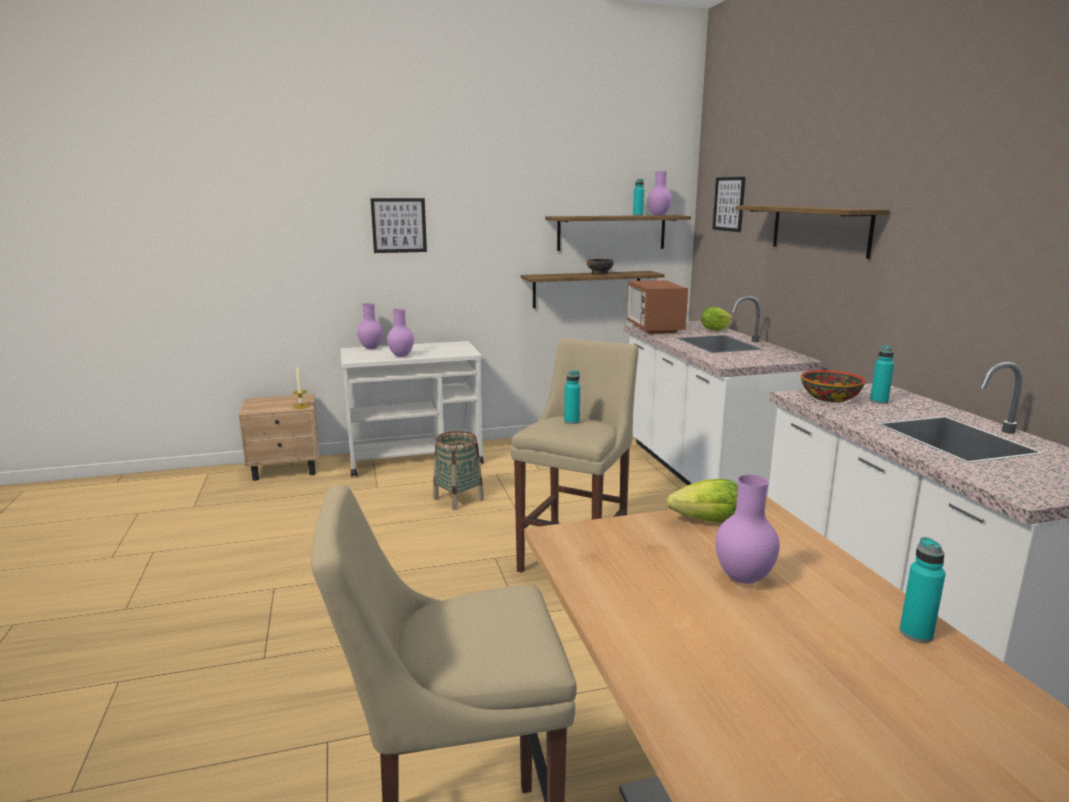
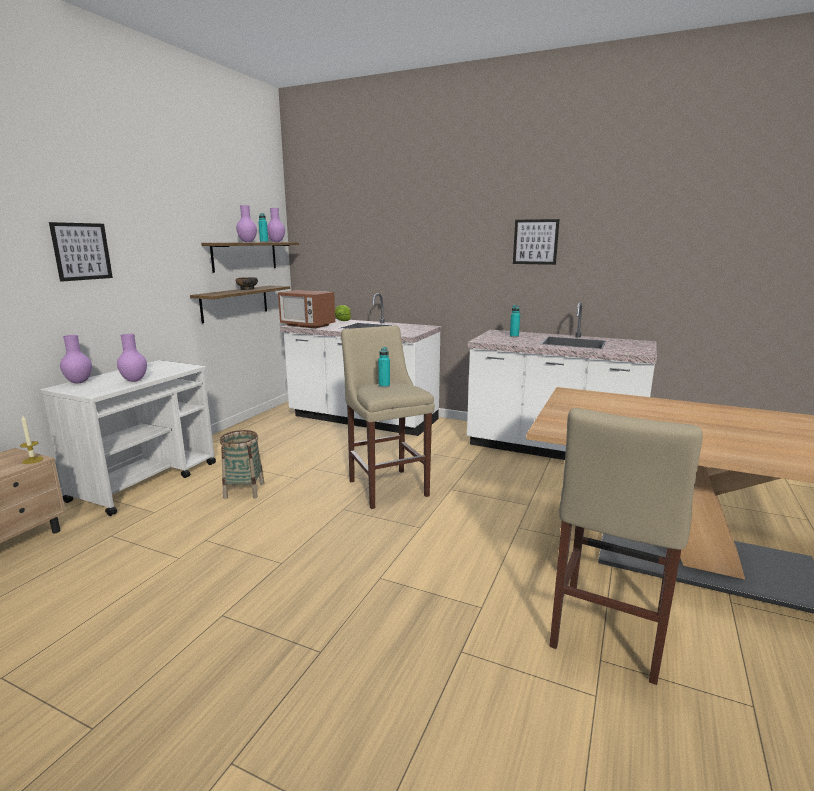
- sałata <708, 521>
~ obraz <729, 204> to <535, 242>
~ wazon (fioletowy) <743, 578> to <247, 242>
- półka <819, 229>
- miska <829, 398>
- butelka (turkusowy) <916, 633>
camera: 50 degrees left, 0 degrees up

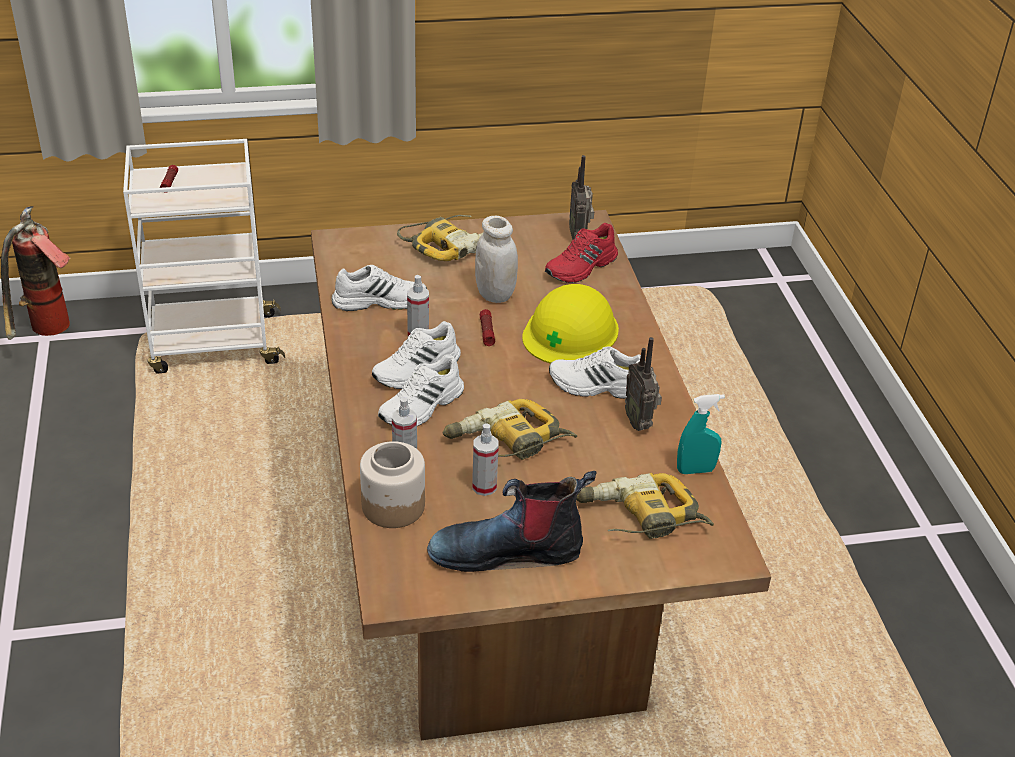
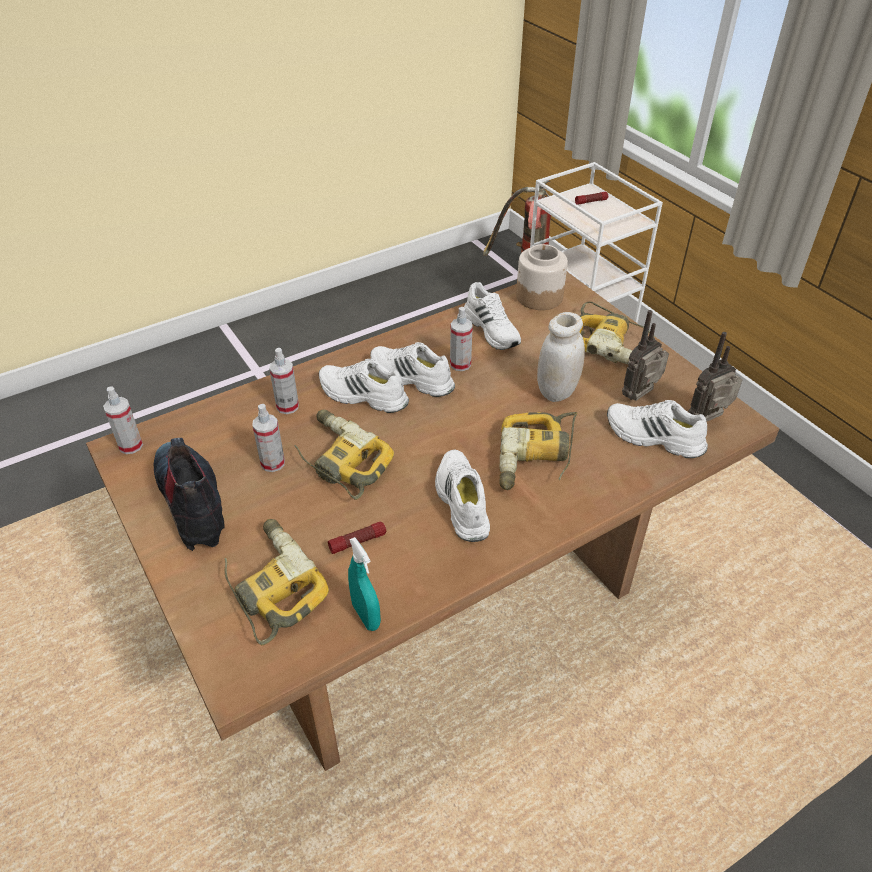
~ słoik <392, 506> to <539, 296>
~ latarka <486, 332> to <357, 542>
~ kask (żółty) <570, 332> to wiertarka <536, 458>
~ but (czerwony) <582, 267> to but (biały) <653, 438>
~ radio <640, 422> to <641, 397>
+ spryskiwacz <131, 445>
camera: 70 degrees right, 5 degrees up

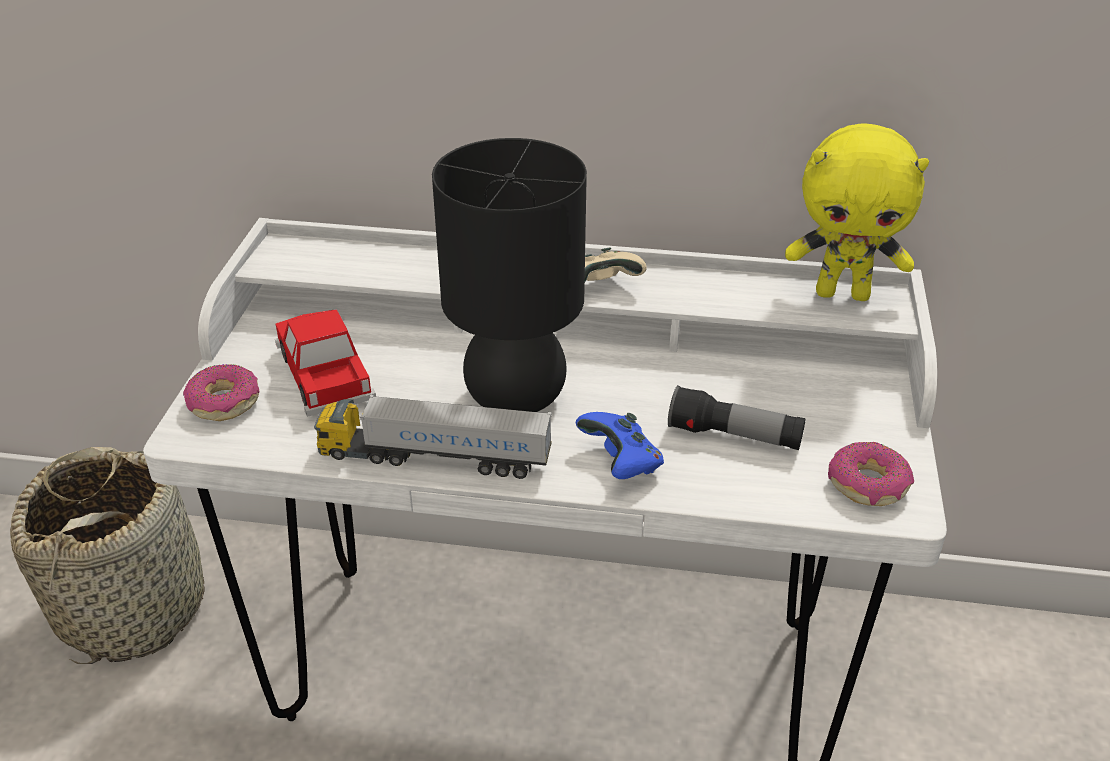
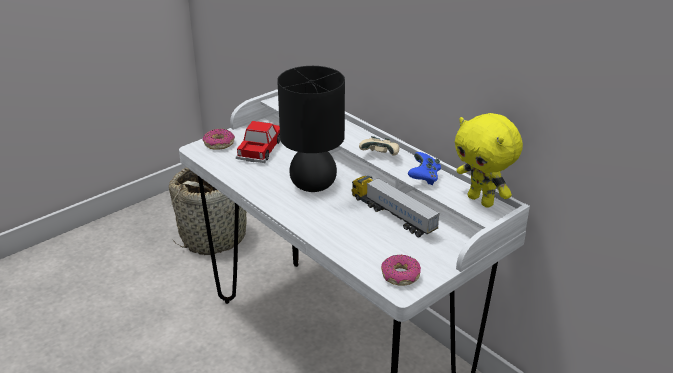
~ ciężarówka zabawkowa <434, 458> to <392, 215>
~ pad do gier (niebieski) <621, 463> to <424, 178>
- latarka <734, 436>
camera: 40 degrees right, 5 degrees down

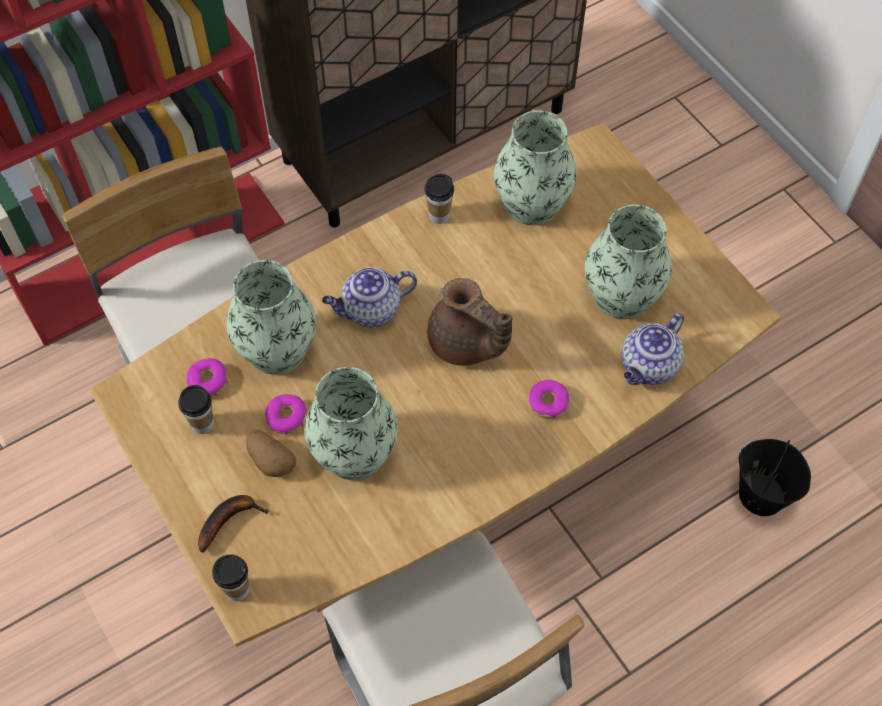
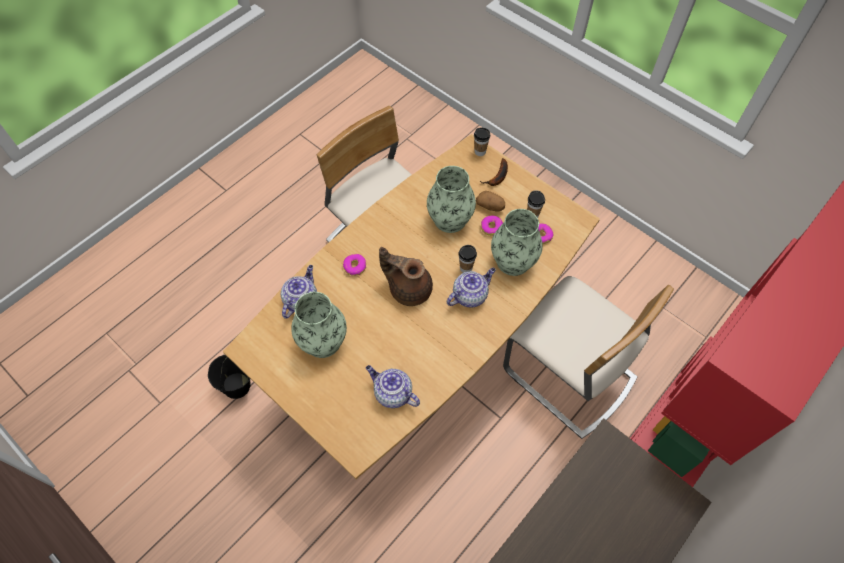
~ filiżanka <439, 215> to <466, 268>
~ wazon <532, 203> to imbryk <392, 393>
camera: 165 degrees right, 0 degrees up

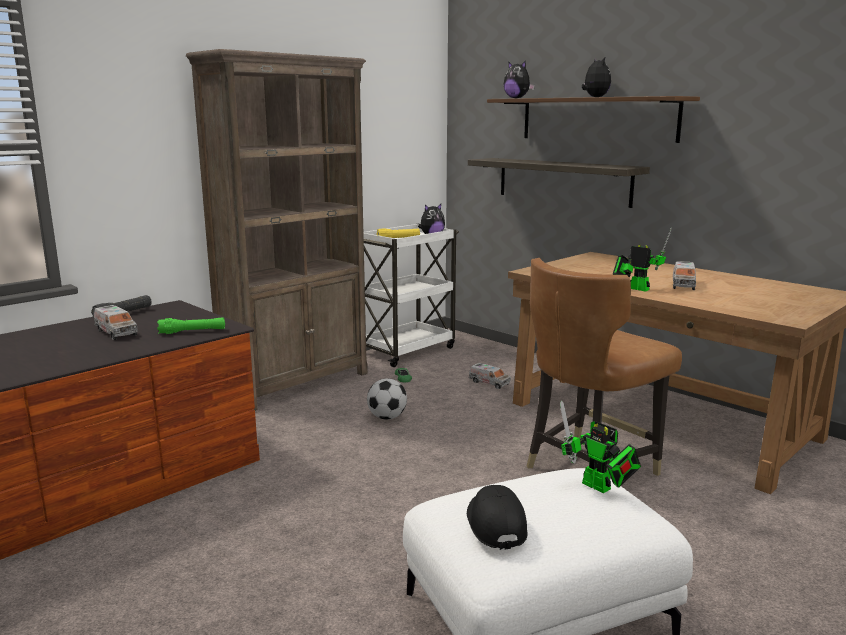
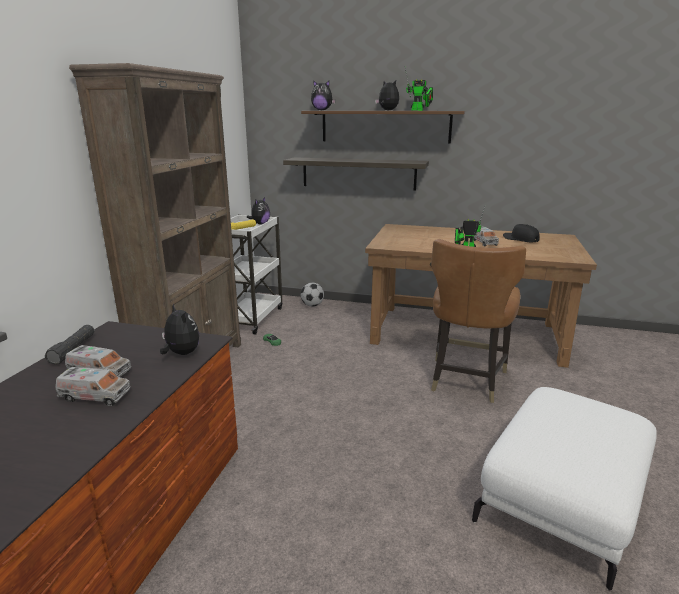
~ latarka (zielony) <192, 331> to pluszak <181, 353>
~ piłka futbolowa <387, 417> to <312, 305>
~ czapka z daszkiem (czarny) <495, 524> to <520, 239>
~ ciężarówka zabawkowa <489, 382> to <95, 396>
~ robot zabawkowy <600, 488> to <419, 110>
camera: 30 degrees left, 5 degrees up

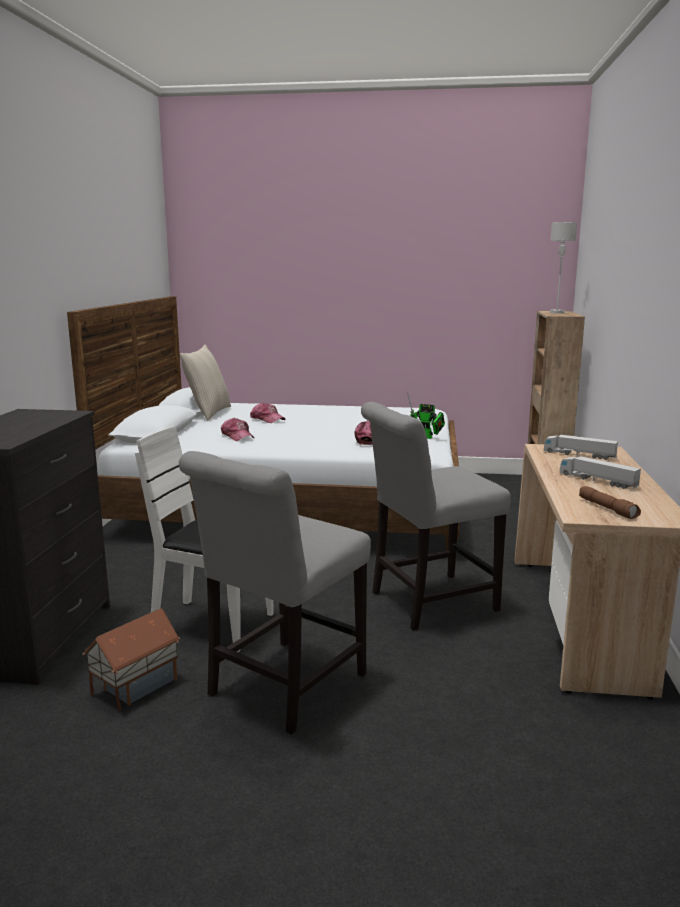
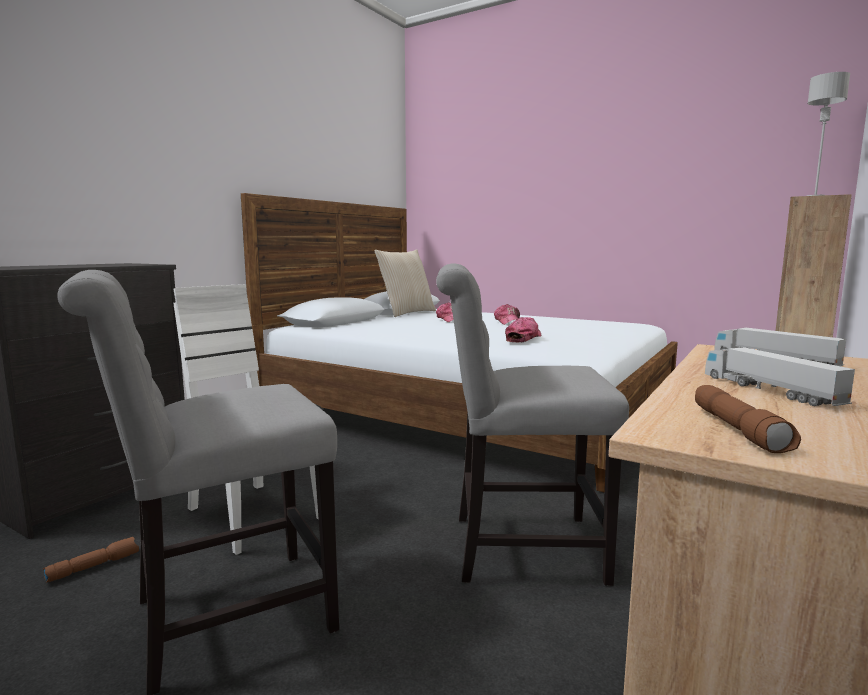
~ domek <134, 686> to latarka (brązowy) <94, 566>
~ czapka z daszkiem <237, 436> to <508, 322>
- robot zabawkowy <427, 437>
camera: 25 degrees right, 5 degrees down

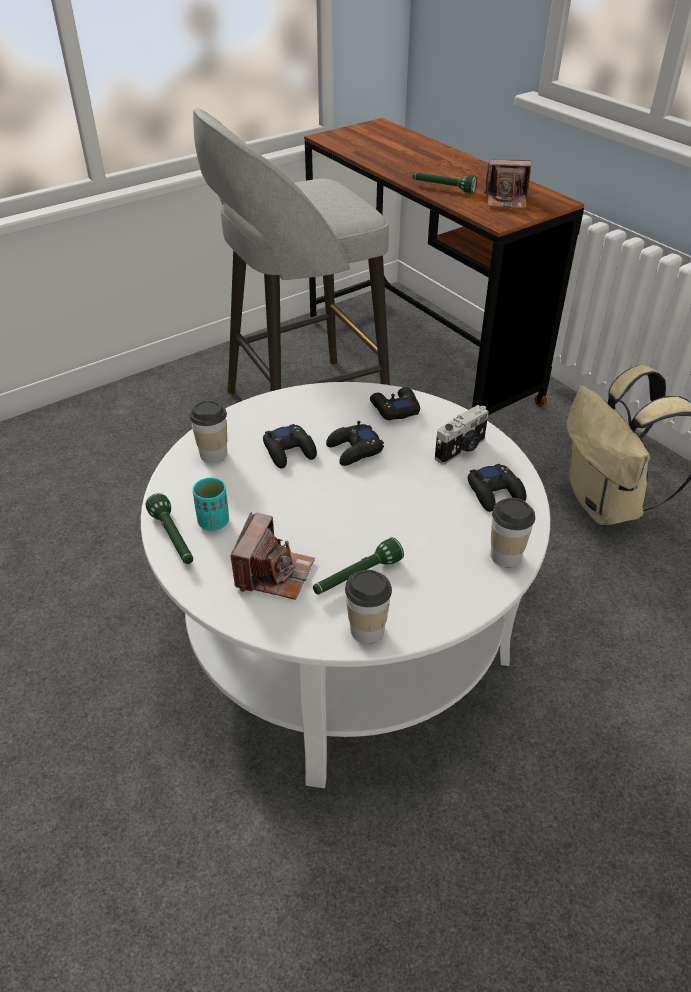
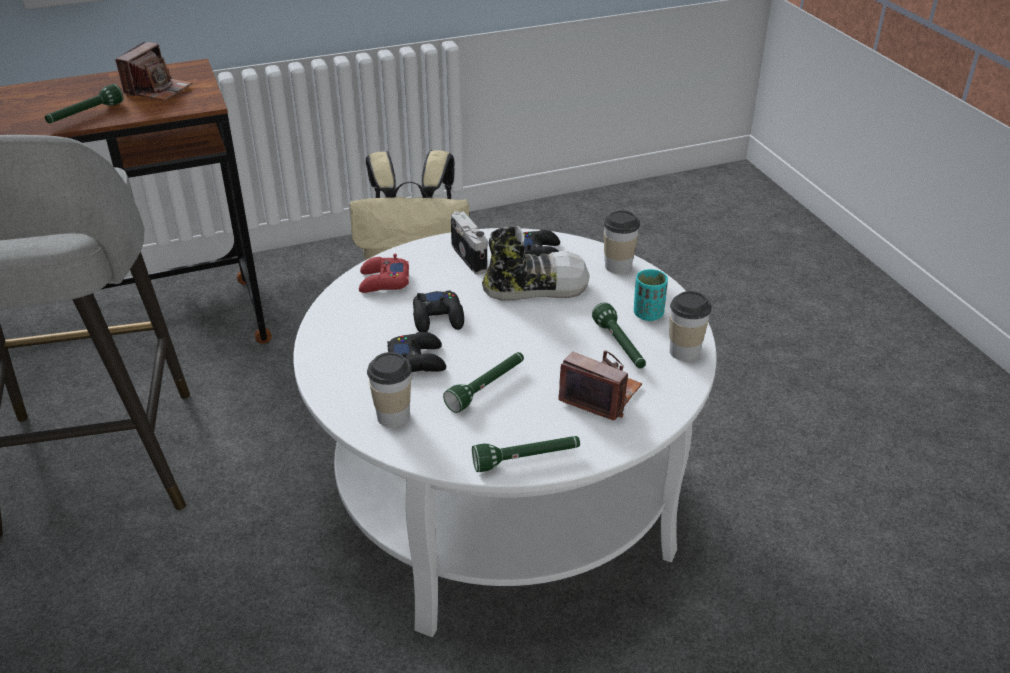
~ filiżanka (turkusowy) <214, 522> to <648, 314>
~ pad do gier (czarny) <394, 409> to pad do gier (czerwony) <383, 281>
+ latarka (zielony) <487, 388>
+ but <535, 287>
camera: 75 degrees left, 5 degrees down

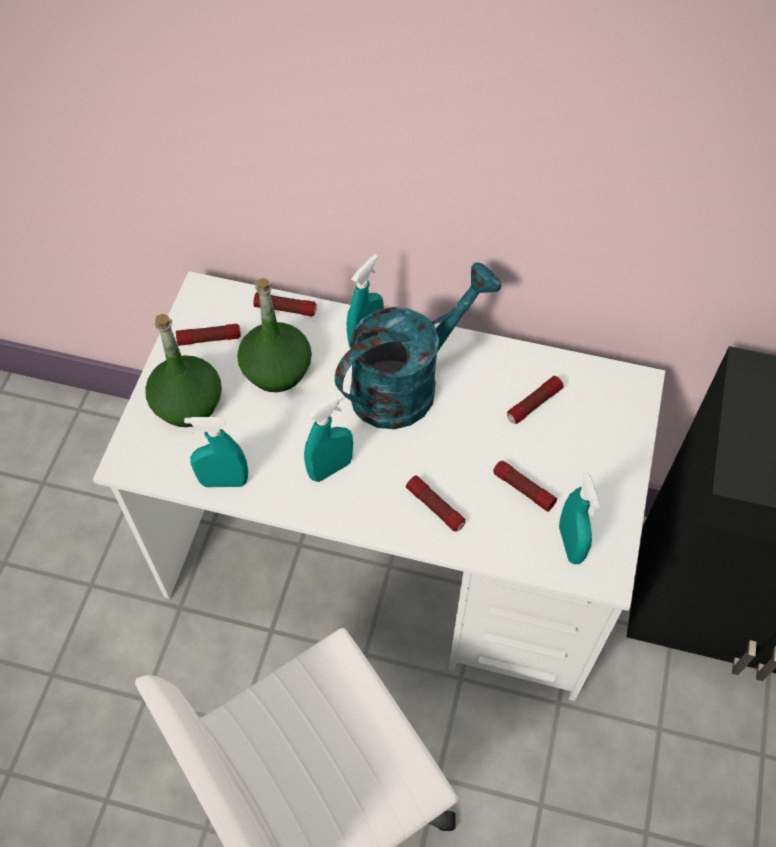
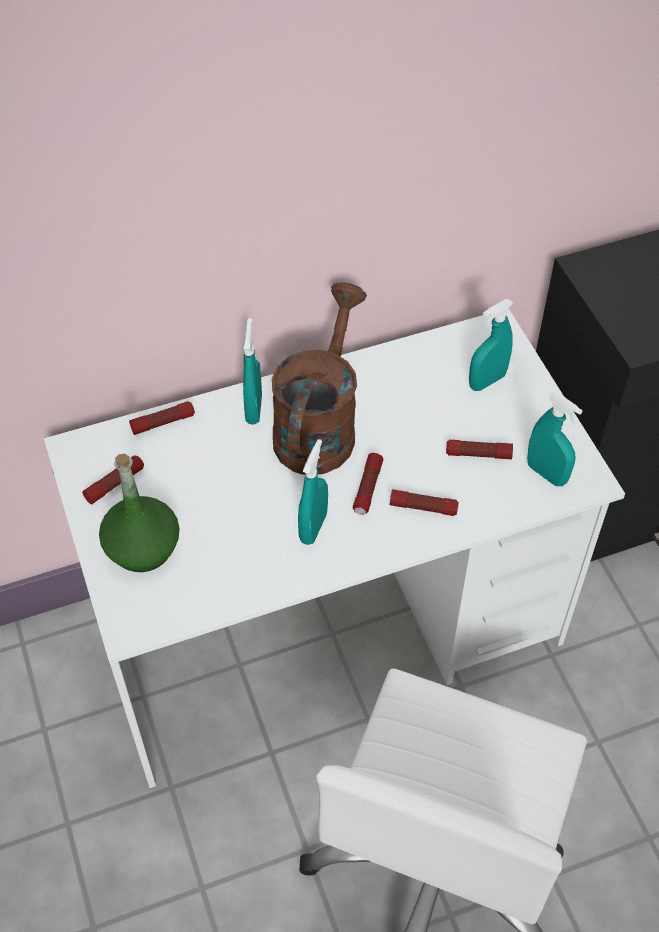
~ spryskiwacz (turkusowy) <224, 481> to <487, 381>
- butelka (zielony) <276, 370>
~ konewka (turkusowy) <407, 383> to konewka (brązowy) <318, 425>
~ latarka <534, 404> to <368, 488>
camera: 35 degrees left, 5 degrees down

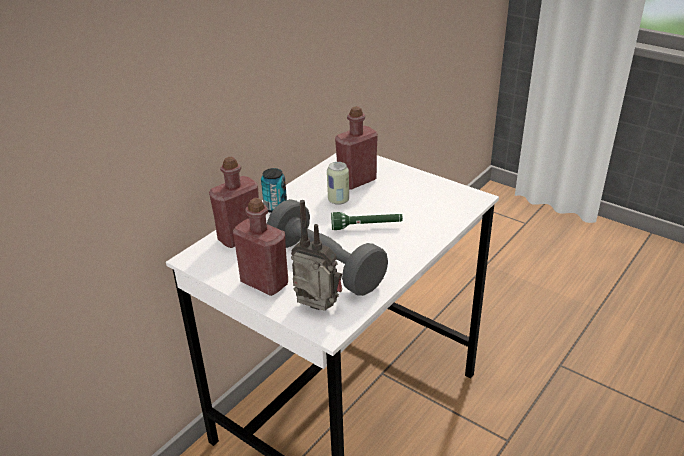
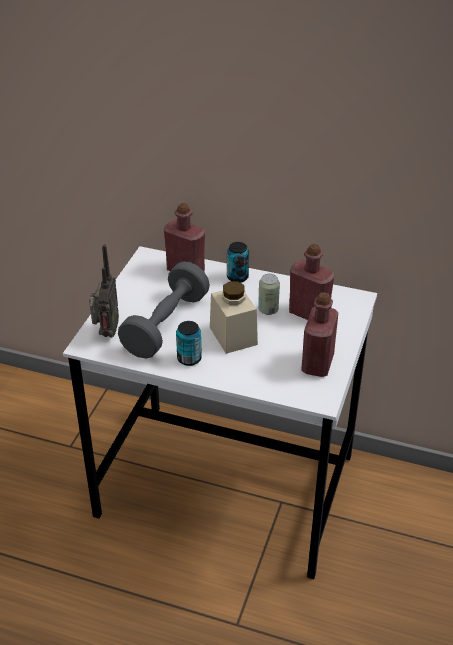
~ butelka (czerwony) <264, 283> to <317, 364>
~ latarka (zielony) <367, 226> to słoik (beżowy) <233, 336>
+ puszka <189, 359>
camera: 70 degrees right, 5 degrees up

